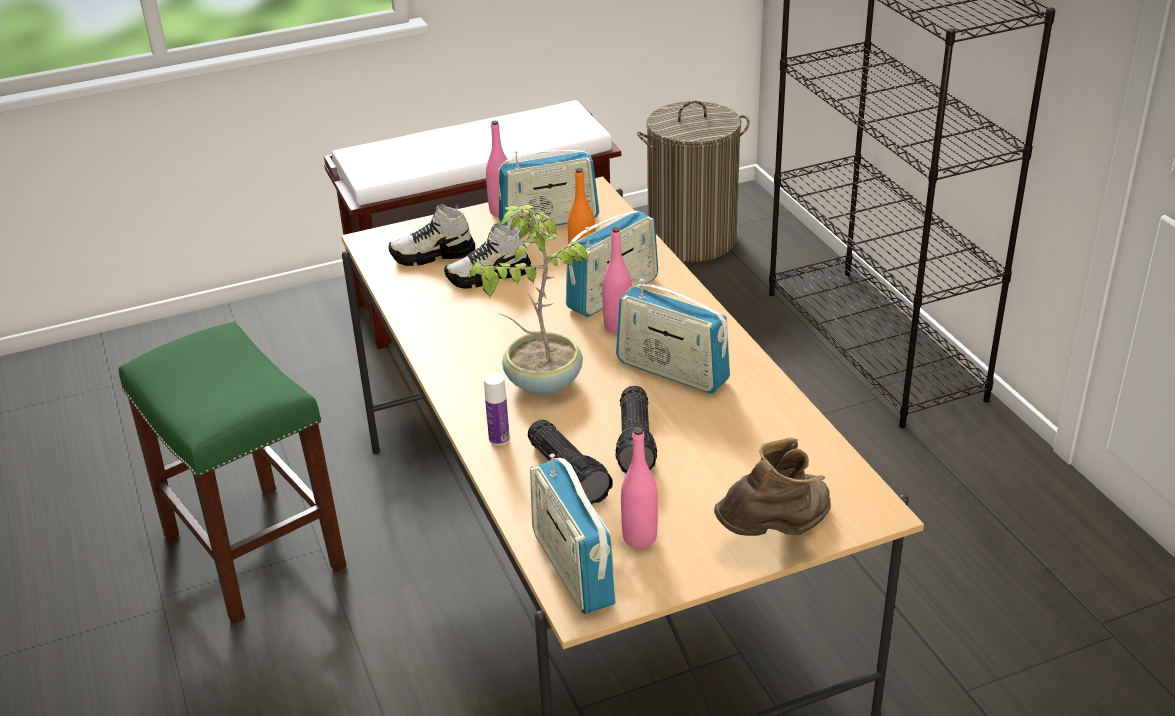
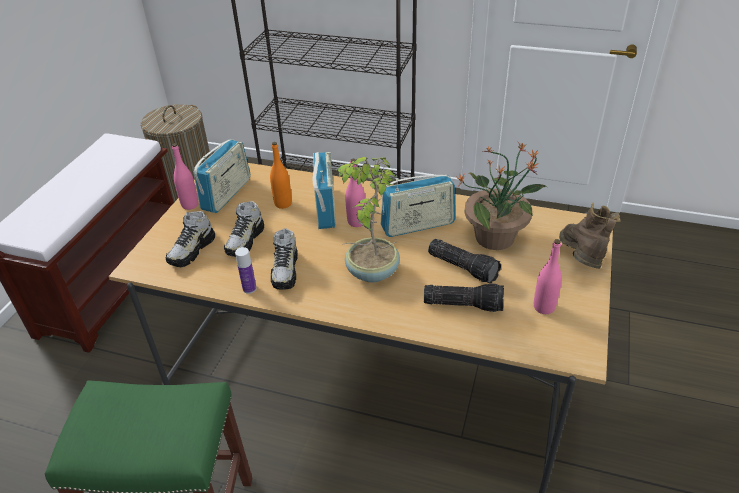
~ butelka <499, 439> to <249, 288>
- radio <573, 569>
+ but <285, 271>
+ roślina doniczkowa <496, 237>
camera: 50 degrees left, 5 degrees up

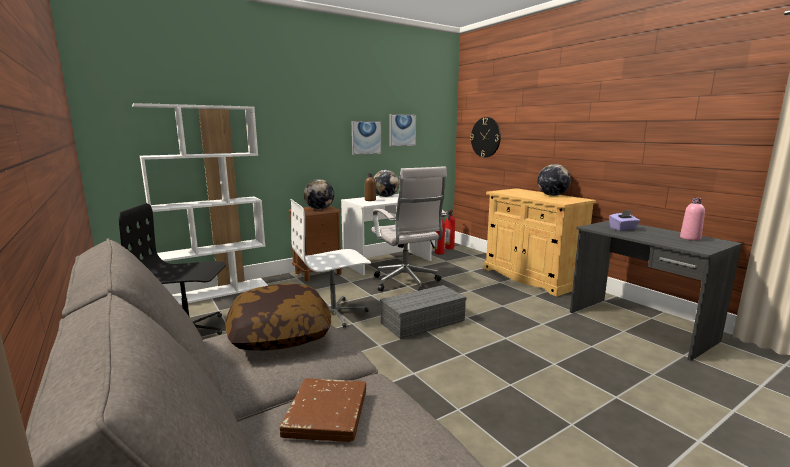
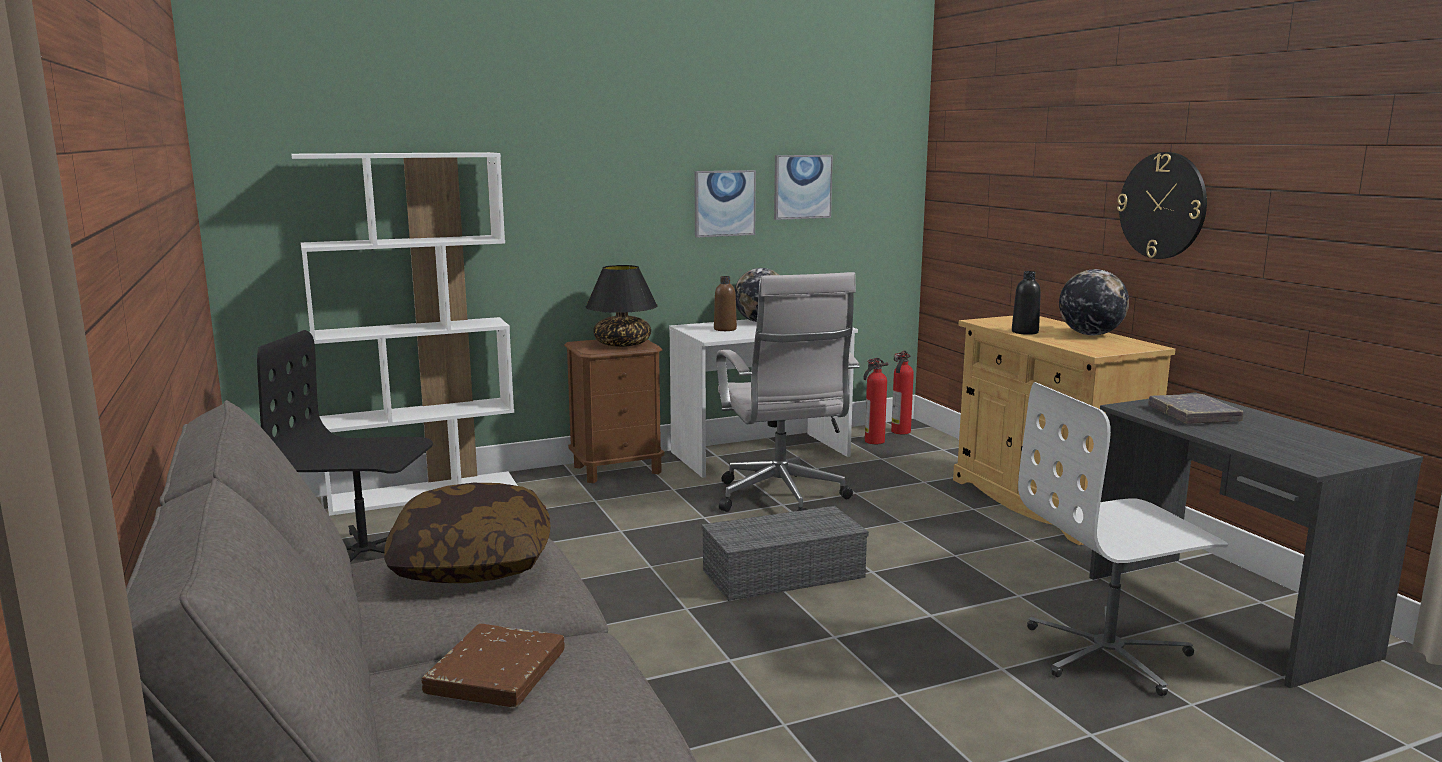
~ krzesło biurowe (biały) <334, 313> to <1109, 654>
~ globus <319, 209> to lampa stołowa (czarny) <622, 344>
~ zegar ścienny <485, 137> to <1162, 205>
~ pudełko chusteczek (fioletowy) <623, 229> to książka (szary) <1193, 414>
- butelka (różowy) <690, 238>
+ butelka (czarny) <1025, 332>
camera: 10 degrees right, 0 degrees up

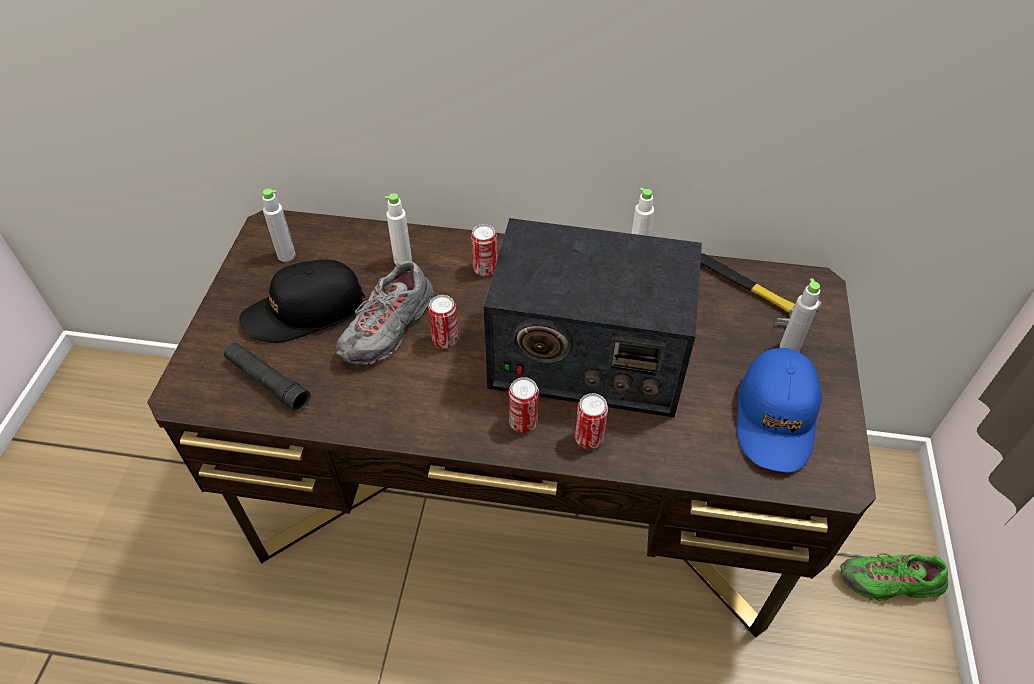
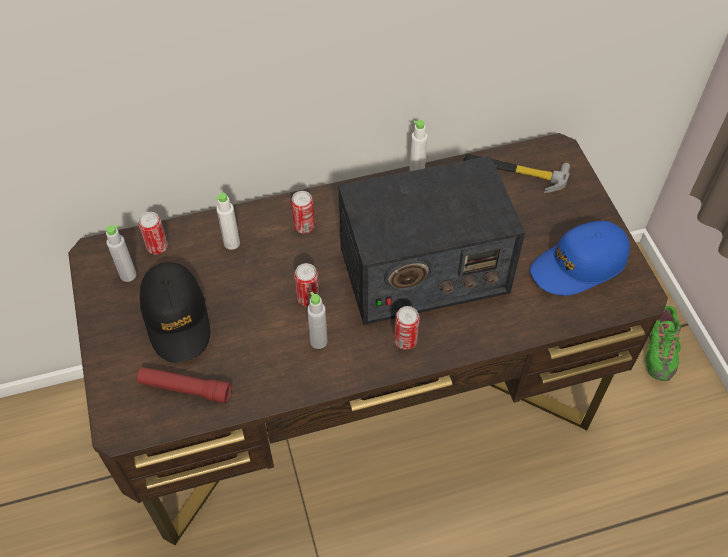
~ latarka (czarny) <267, 382> to latarka (czerwony) <185, 388>
~ czapka z daszkiem (czarny) <304, 311> = <176, 318> 60 degrees counterclockwise
- but (szary) <389, 329>
~ puszka <589, 438> to <157, 247>
~ czapka z daszkiem (niebieski) <776, 417> = <578, 265> 75 degrees clockwise
~ butelka (szary) <789, 347> to <318, 341>
~ but (zielony) <889, 583> = <659, 350> 60 degrees counterclockwise
camera: 25 degrees left, 5 degrees up

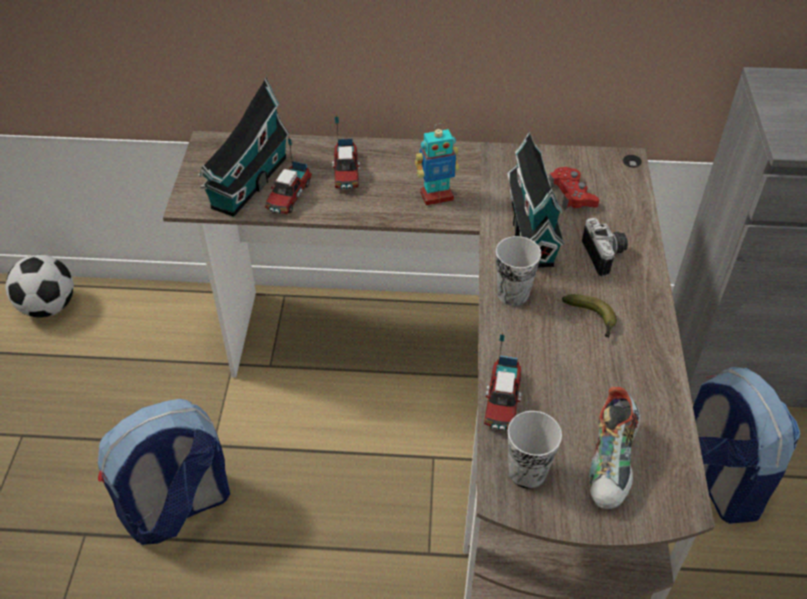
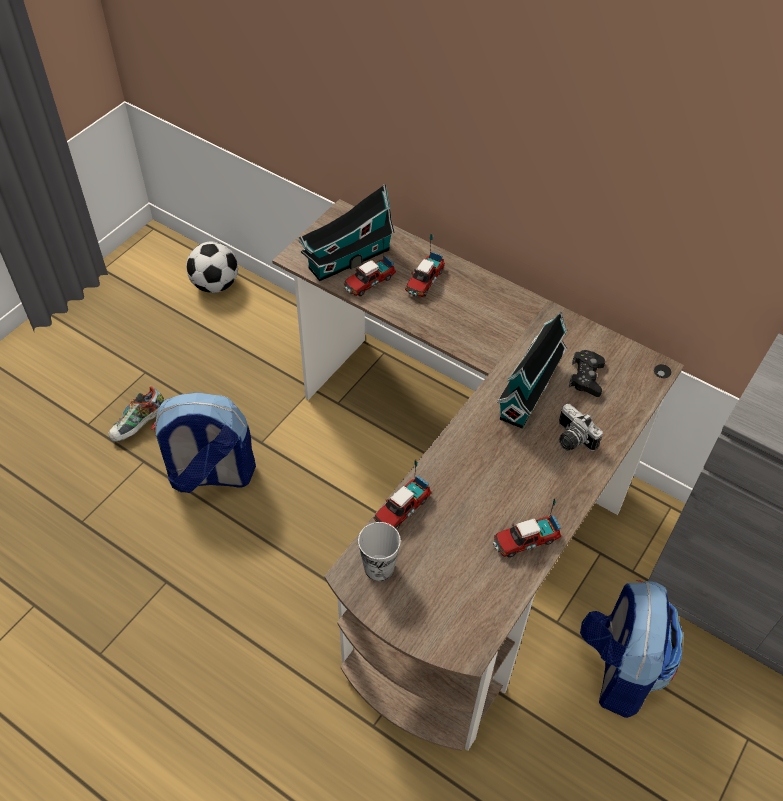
- robot zabawkowy <436, 196>
- filiżanka <513, 294>
~ pad do gier (czerwony) <572, 195> to pad do gier (czarny) <586, 377>
- banan <592, 319>
~ aparat fotograficzny <606, 255> = <571, 439> 120 degrees clockwise
~ but <612, 464> to <140, 426>
+ ciężarówka zabawkowa <525, 540>
camera: 30 degrees right, 5 degrees up

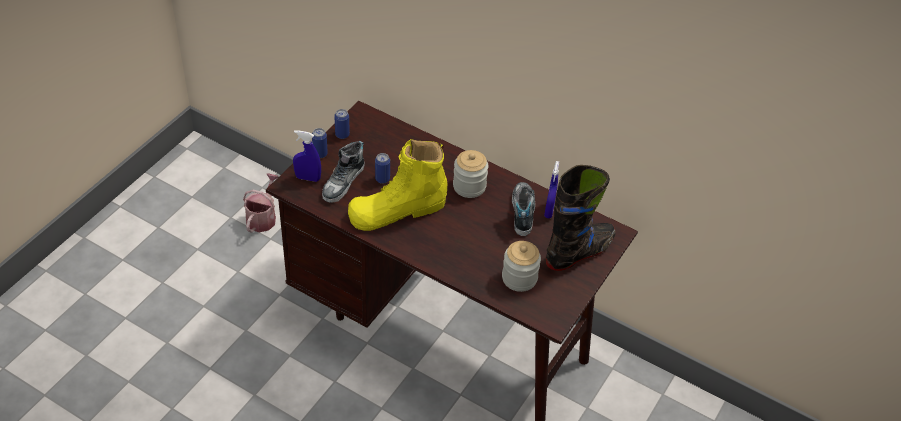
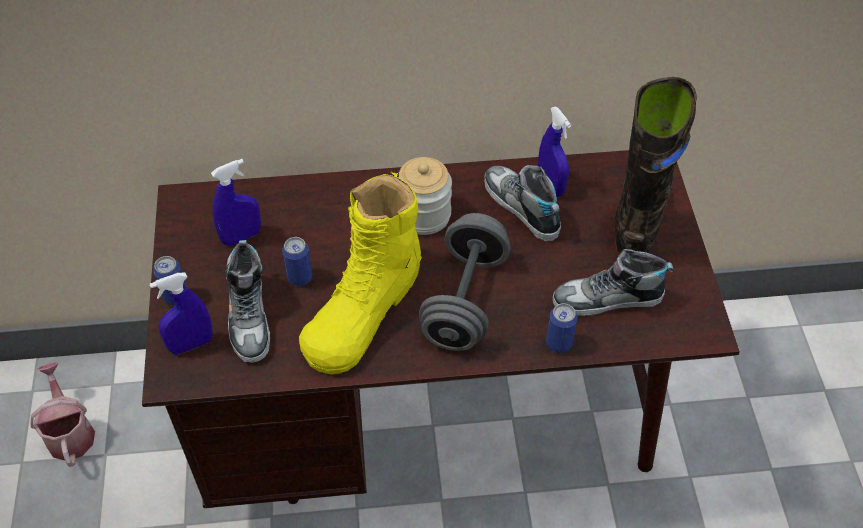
~ puszka <342, 134> to <558, 343>
~ słoik <519, 278> to but <607, 299>
+ spryskiwacz (niebieski) <241, 237>
+ hantel (szary) <464, 300>
camera: 35 degrees left, 5 degrees up

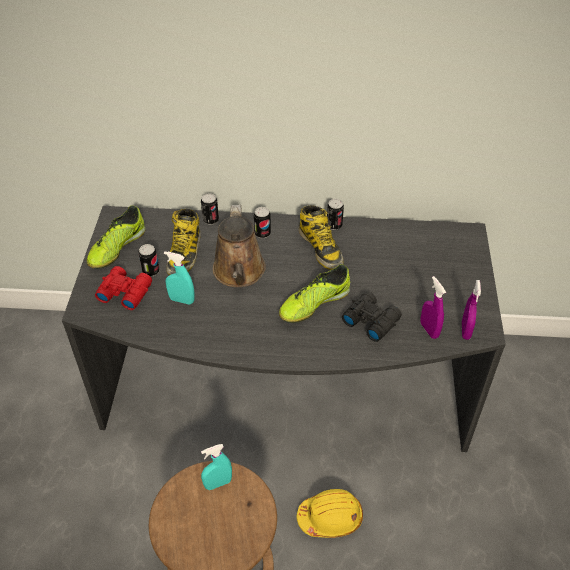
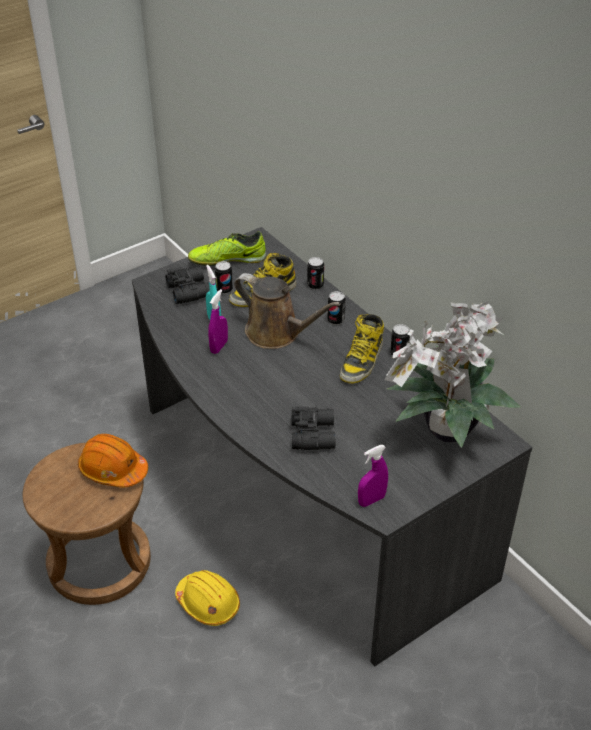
~ lornetka (czerwony) <124, 292> to lornetka (czarny) <189, 290>
~ spryskiwacz (turkusowy) <218, 483> to kask (pomarańczowy) <113, 470>
~ konewka (brązowy) <239, 273> = <277, 333> 105 degrees counterclockwise
- but <314, 304>
~ spryskiwacz (fioletowy) <429, 330> to <219, 347>
+ roślina doniczkowa <443, 432>
camera: 50 degrees right, 5 degrees down

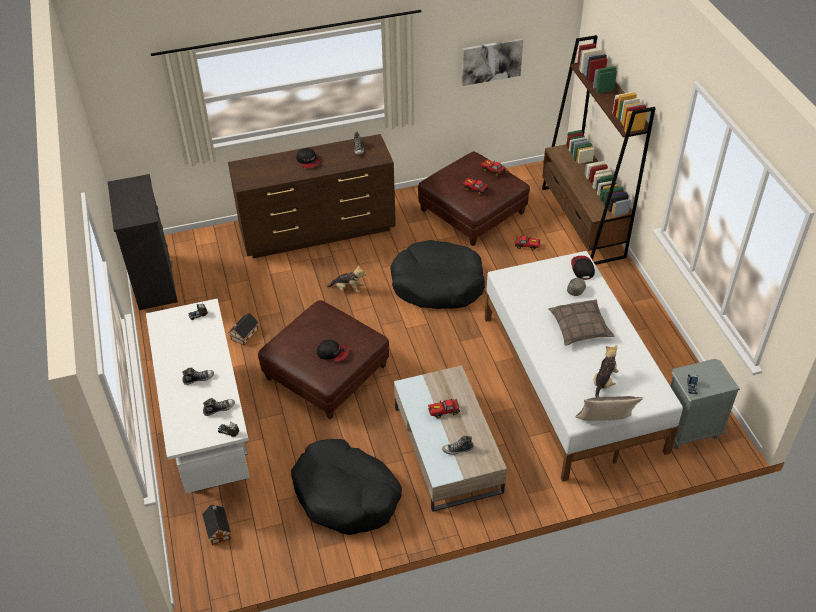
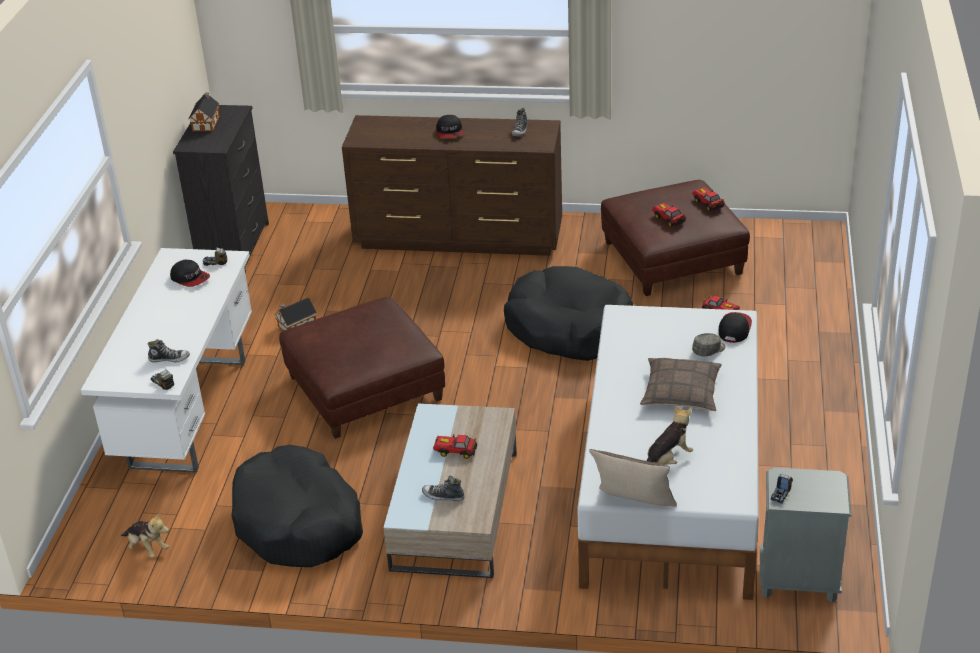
- but <198, 378>
~ domek <218, 528> to <206, 123>
~ czapka z daszkiem <333, 353> to <190, 278>
~ pluszak <348, 289> to <147, 548>
- obraz <491, 61>
- regał (brązowy) <582, 222>
camera: 25 degrees right, 10 degrees down

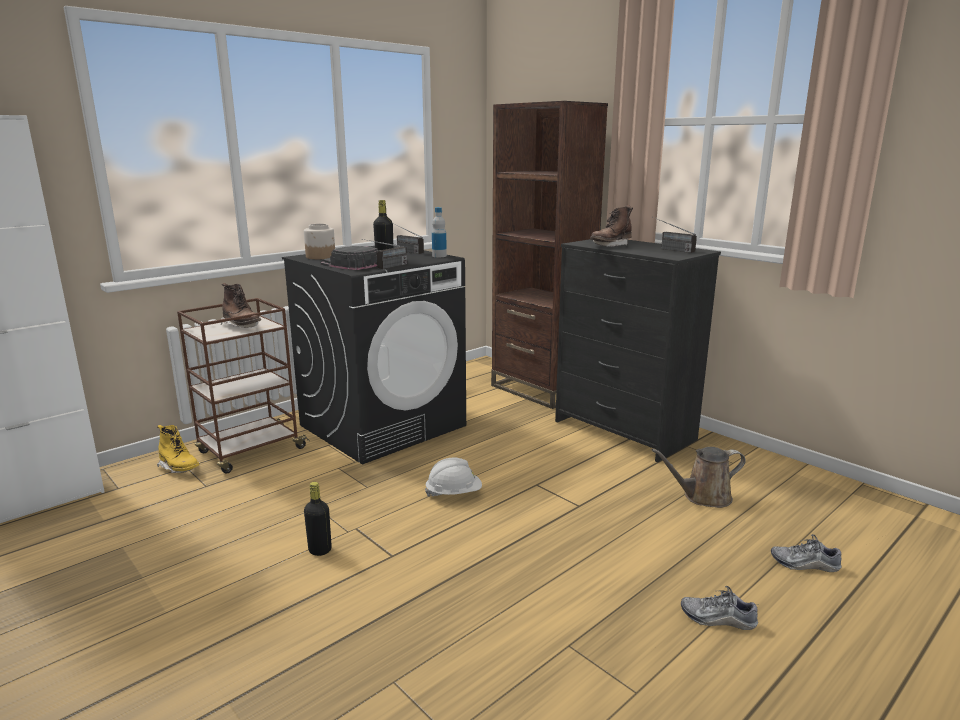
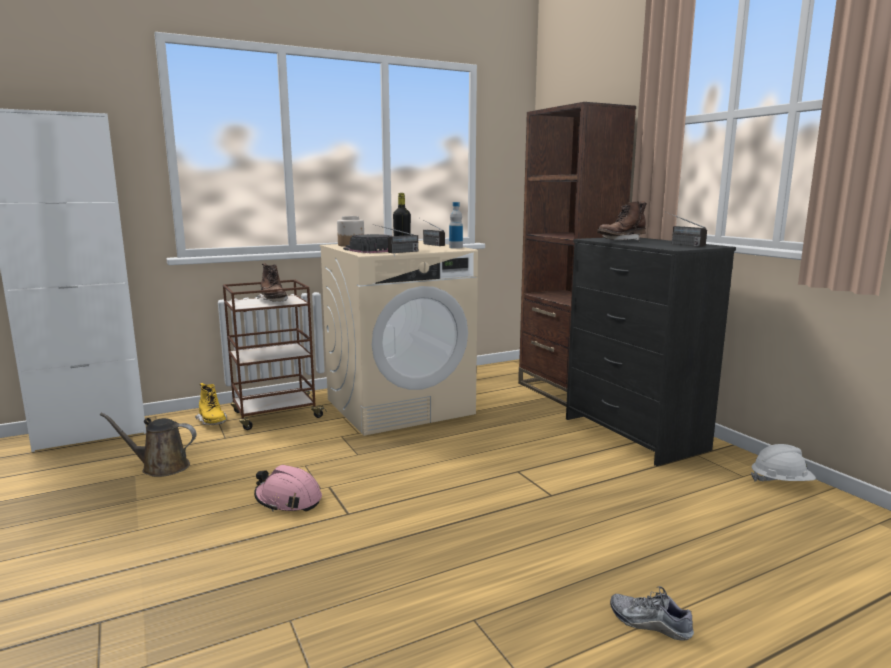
~ pralka (czarny) <383, 425> to pralka (beżowy) <400, 406>
~ butelka (czarny) <320, 550> to kask (różowy) <288, 500>
~ kask (biały) <454, 494> to <781, 482>
~ konewka (brązowy) <703, 497> to <161, 467>
- but <804, 564>
camera: 15 degrees right, 5 degrees down

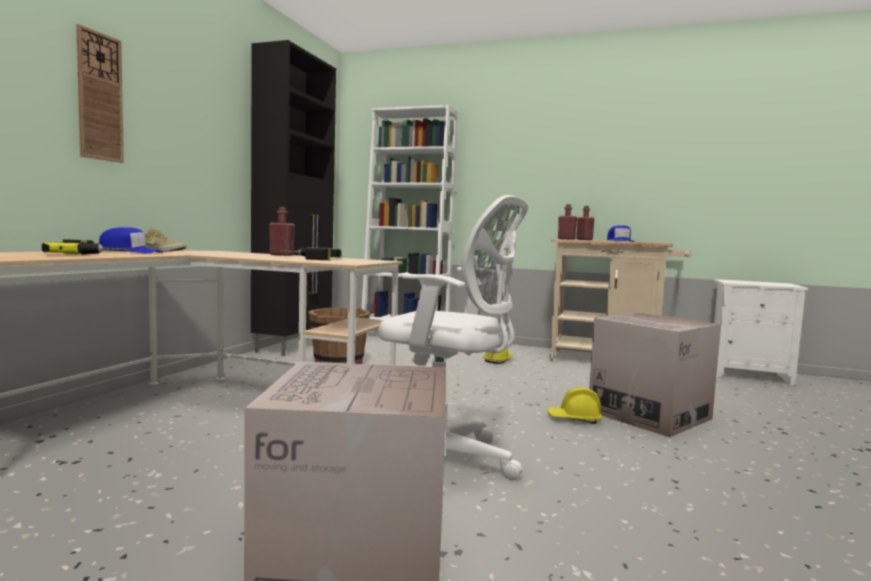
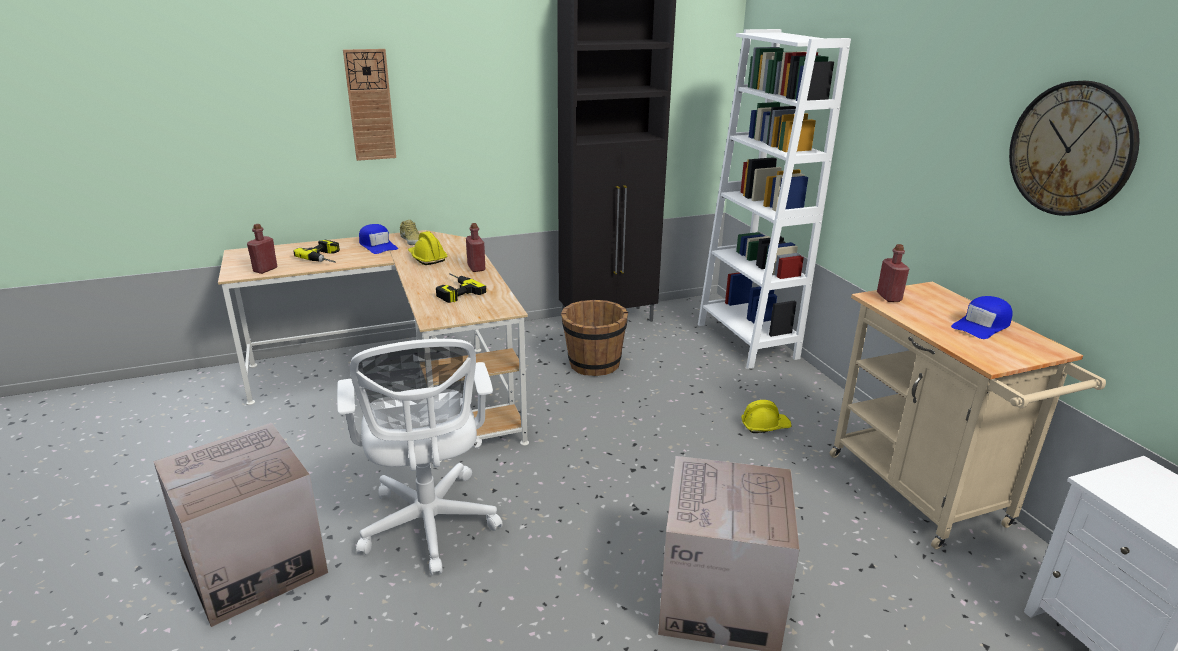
~ kask (żółty) <574, 419> to <427, 258>
~ butelka (czerwony) <584, 240> to <265, 269>
+ zegar ścienny <1071, 149>
camera: 50 degrees right, 20 degrees up

